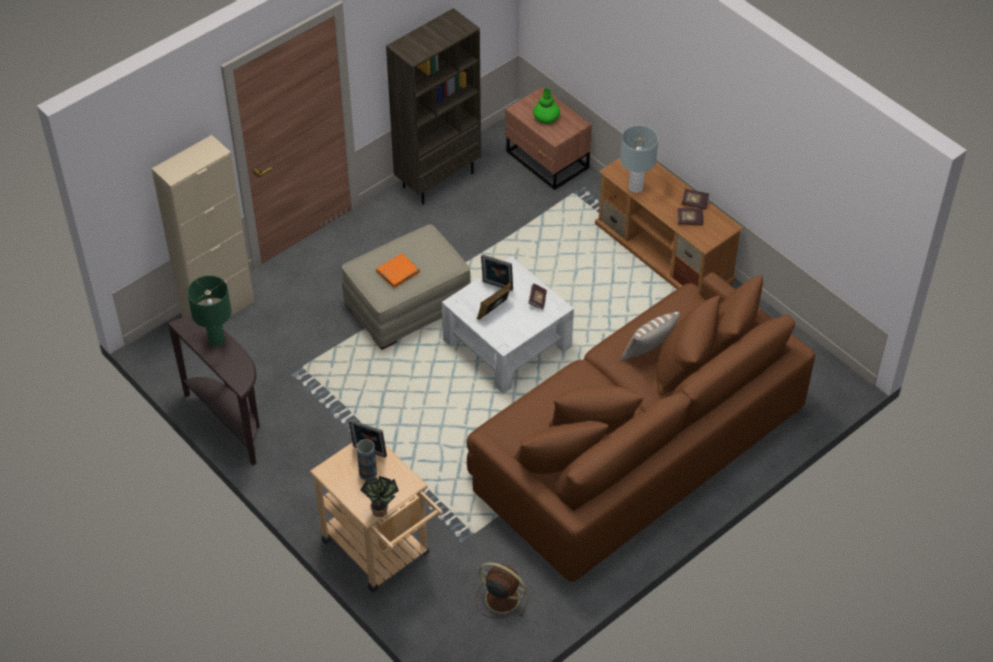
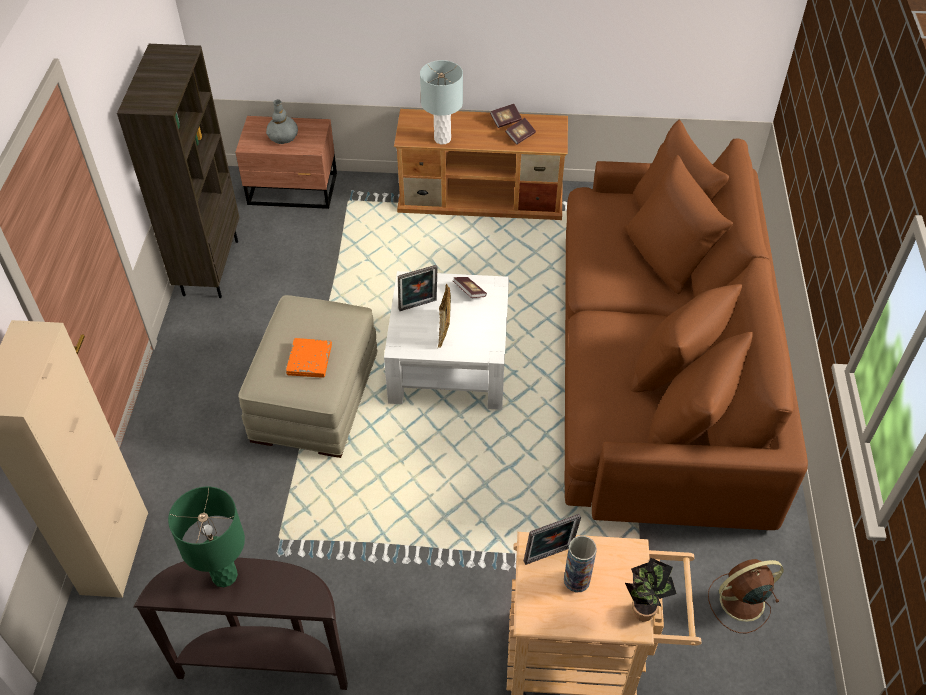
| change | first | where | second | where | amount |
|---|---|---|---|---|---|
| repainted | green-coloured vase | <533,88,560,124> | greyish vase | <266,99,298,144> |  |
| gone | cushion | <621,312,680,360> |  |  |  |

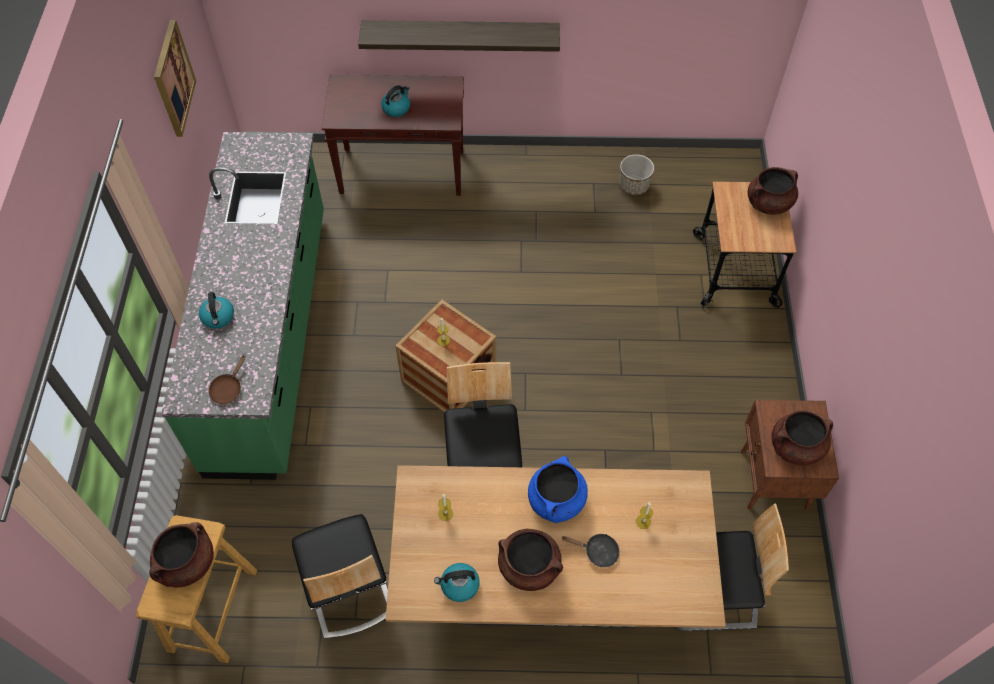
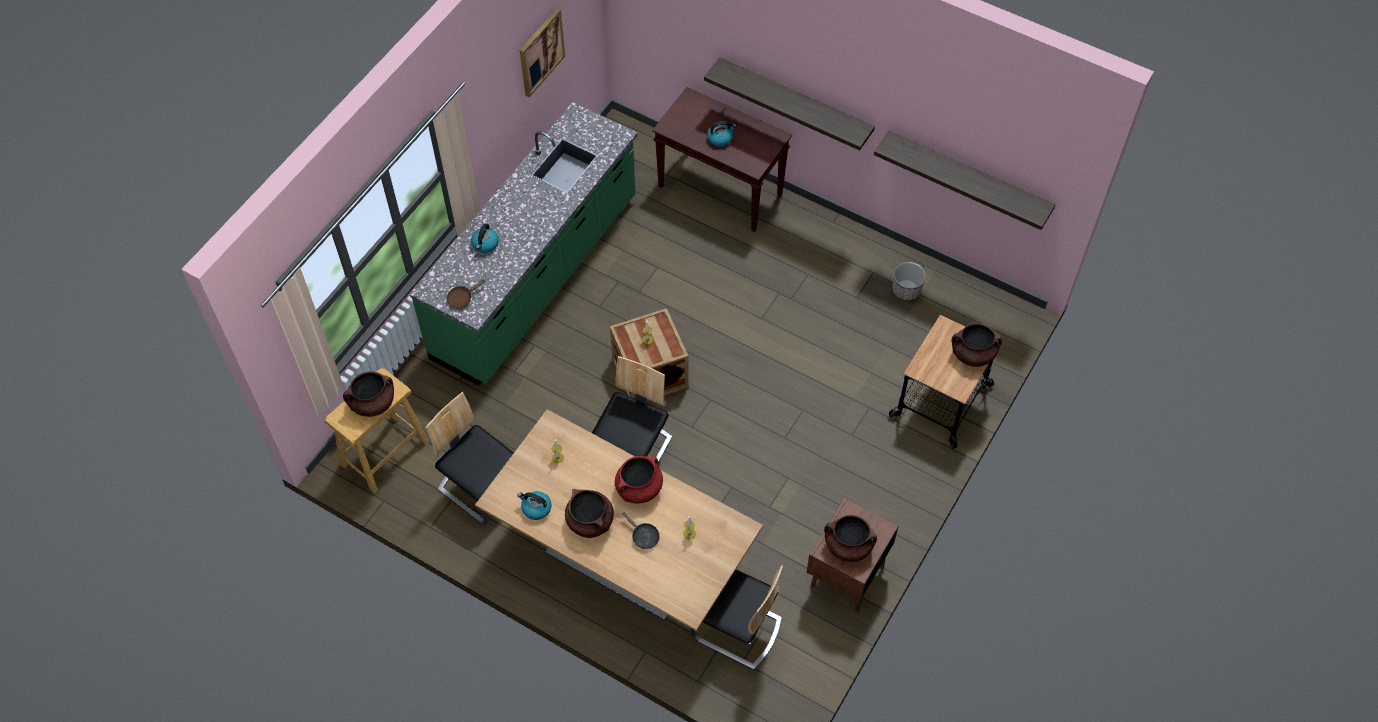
| change | first | where | second | where | amount |
|---|---|---|---|---|---|
| rotated | chair | <292,514,388,639> |  | <426,392,514,525> | 120 degrees clockwise |
| repainted | bluish stockpot | <528,456,588,523> | red-coloured stockpot | <615,456,663,504> |  |
| new |  |  | shelf | <874,131,1056,230> |  |

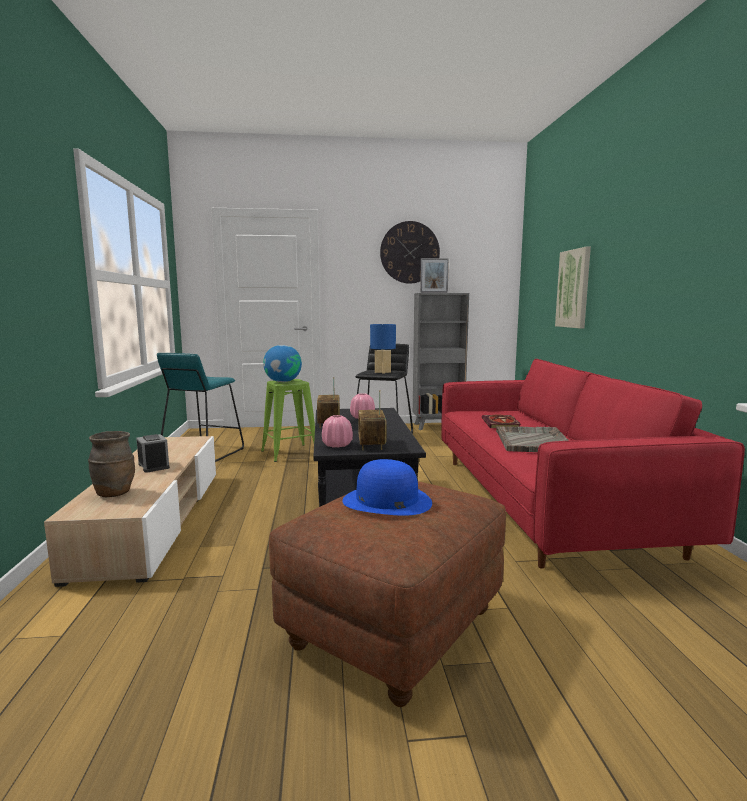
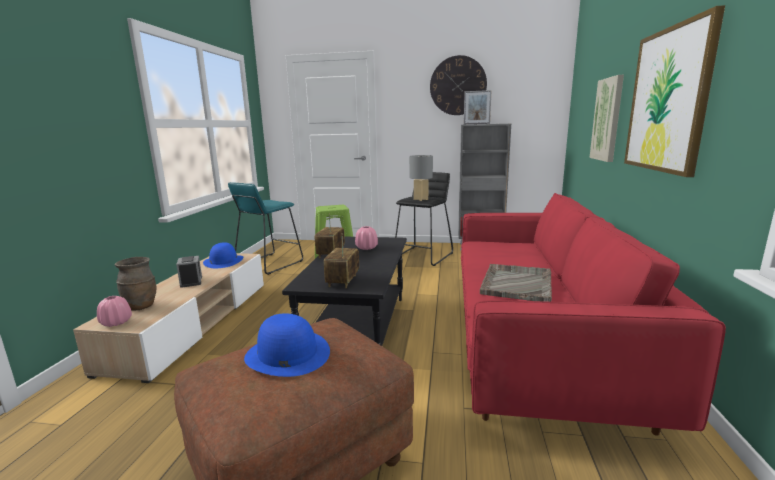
| change | first | where | second | where | amount |
|---|---|---|---|---|---|
| shifted | pinkish vase | <322,415,353,447> |  | <97,296,132,327> |  |
| new |  |  | bluish hat | <203,242,243,268> |  |
| repainted | bluish lamp for a table | <370,324,396,374> | greyish lamp for a table | <409,155,433,201> |  |
| new |  |  | picture | <624,5,725,177> |  |
| gone | world globe | <263,345,302,382> |  |  |  |
| gone | book | <482,414,521,428> |  |  |  |

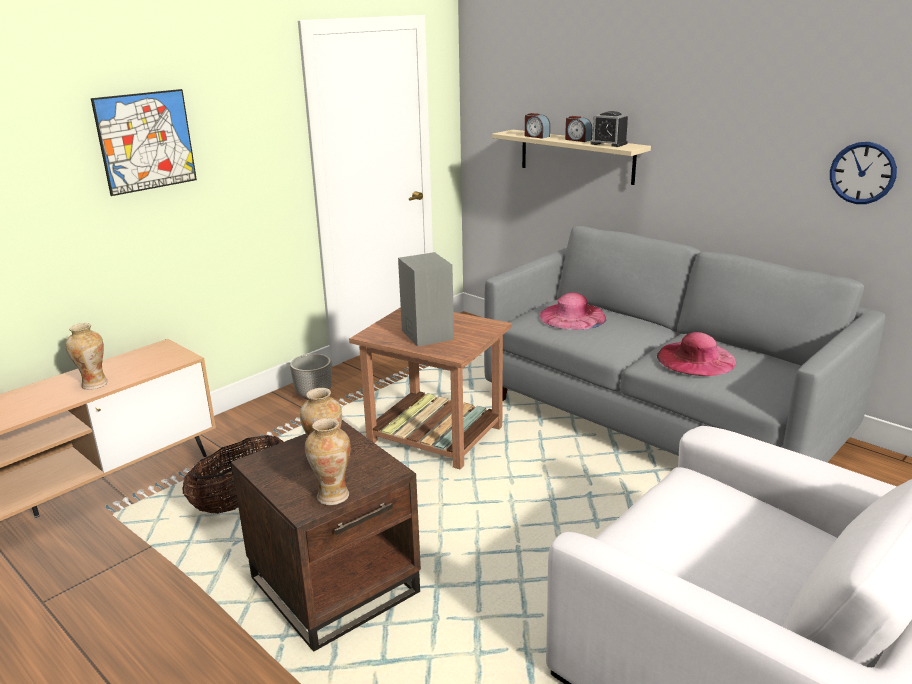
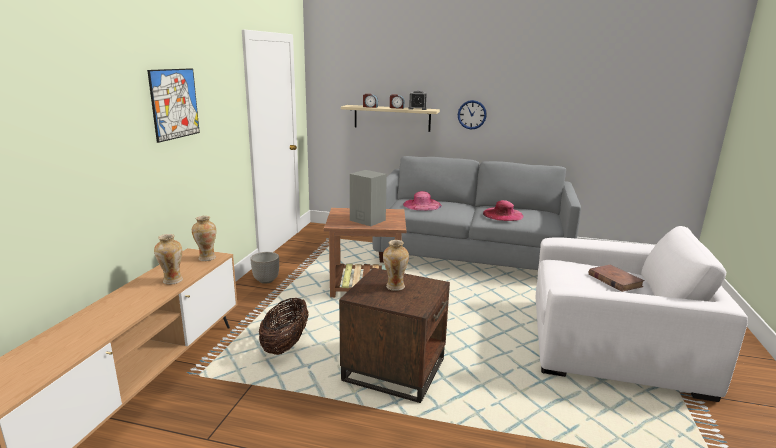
| change | first | where | second | where | amount |
|---|---|---|---|---|---|
| shifted | vase | <305,418,351,505> |  | <192,216,216,261> |  |
| shifted | clock on the wall | <830,142,897,204> |  | <458,100,487,130> |  |
| new |  |  | brown book | <589,265,644,292> |  |

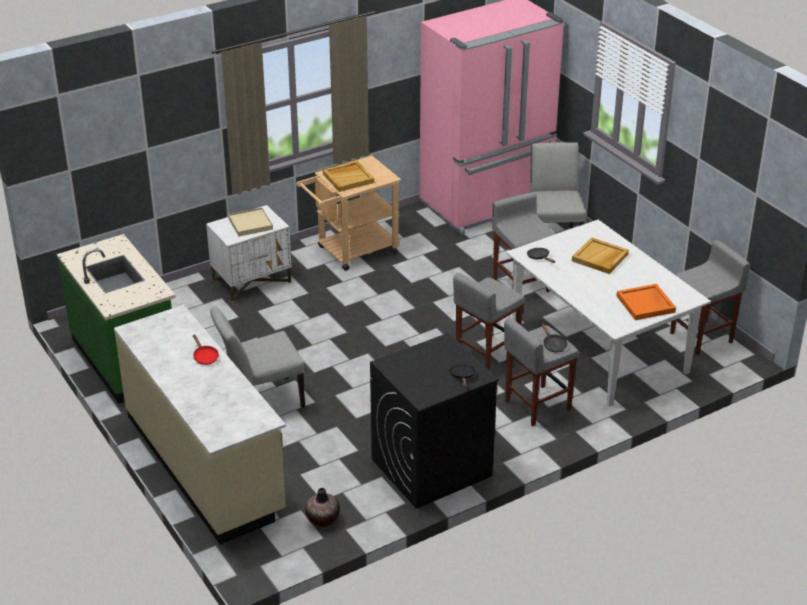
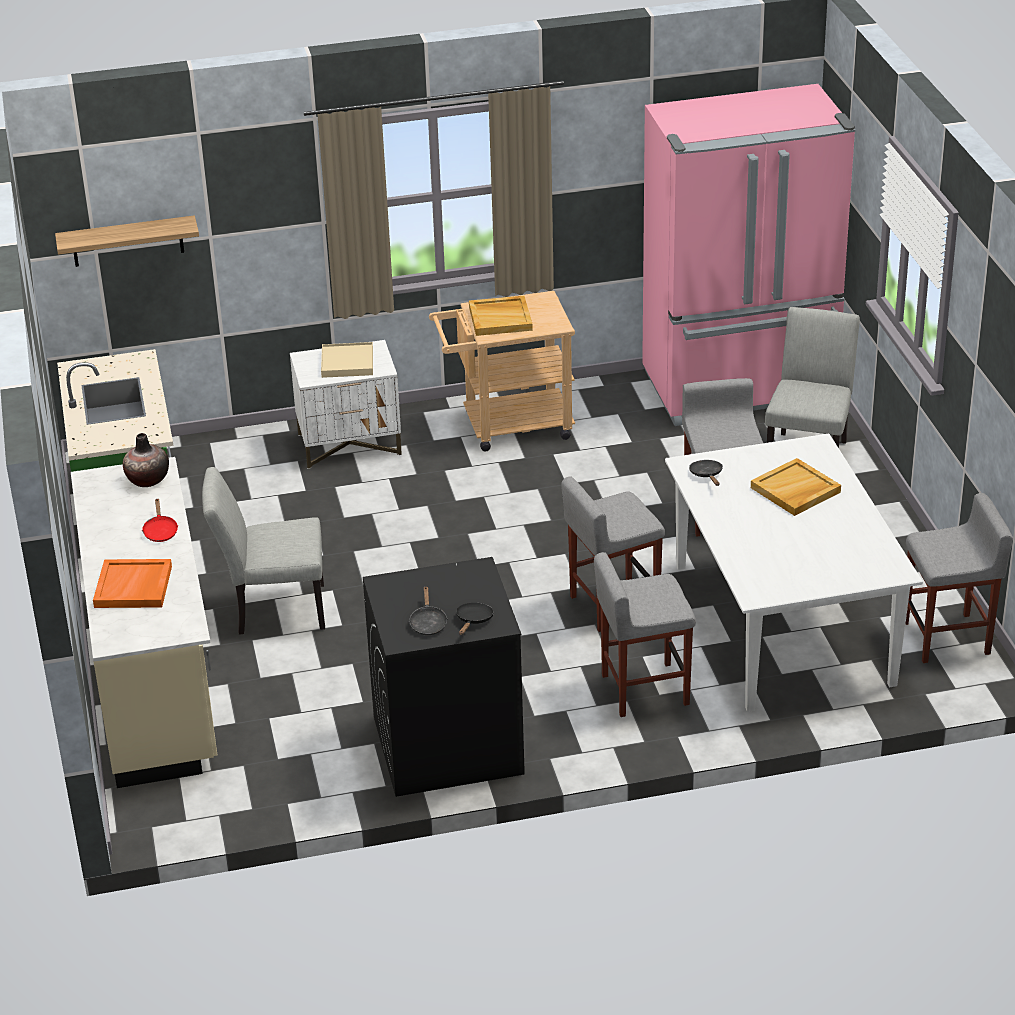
| change | first | where | second | where | amount |
|---|---|---|---|---|---|
| new |  |  | shelf | <55,215,199,267> |  |
| shifted | orangey tray | <616,284,676,320> |  | <93,559,172,608> |  |
| shifted | vase | <305,488,340,527> |  | <123,433,169,487> |  |
| shifted | black-coloured frying pan | <541,323,567,352> |  | <409,586,448,635> |  |

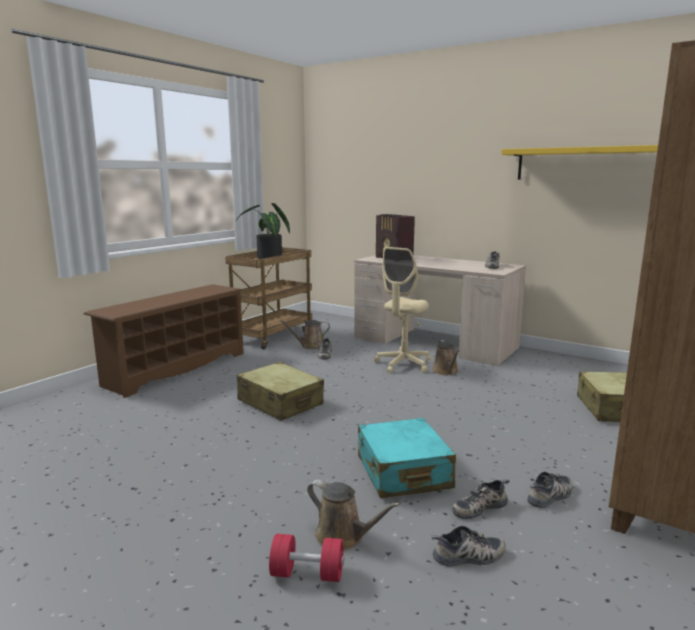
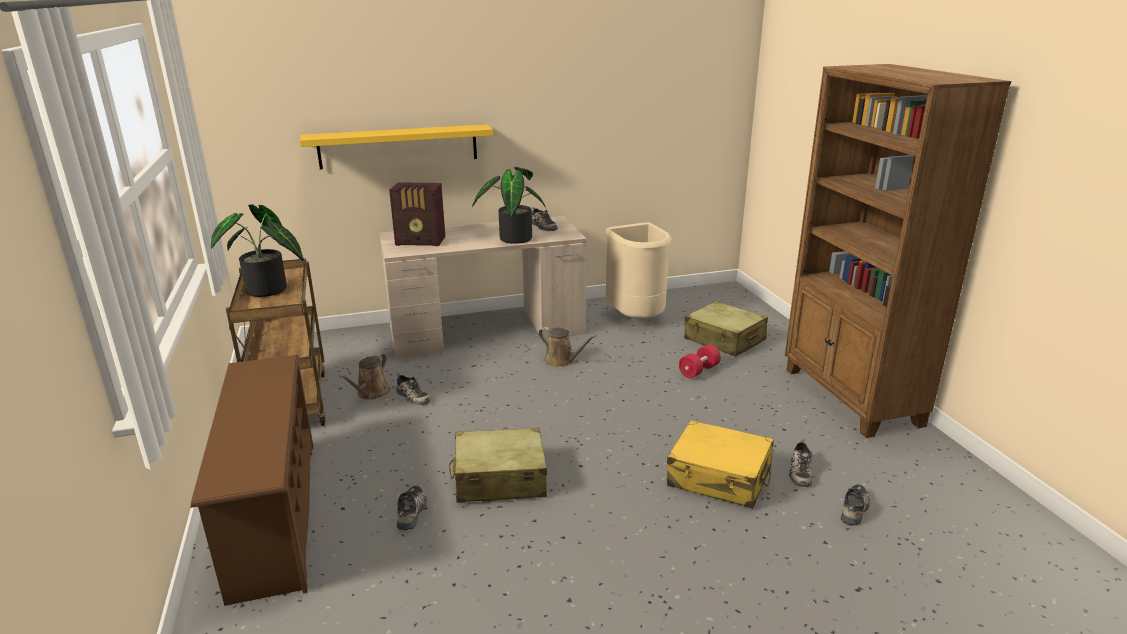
| change | first | where | second | where | amount |
|---|---|---|---|---|---|
| shifted | yellow shelf | <501,145,658,179> |  | <300,124,493,169> |  |
| shifted | low shoe | <527,472,572,508> |  | <397,485,427,530> |  |
| new |  |  | plant in a pot | <472,167,546,244> |  |
| new |  |  | beige waste bin | <605,222,672,318> |  |
| repainted | turquoise-coloured piece of luggage | <358,418,456,498> | yellow piece of luggage | <667,420,774,508> |  |
| shifted | red-coloured free weight | <269,534,344,582> |  | <679,344,721,378> |  |
| gone | brown watering pot | <307,480,401,550> |  |  |  |
| gone | beige desk chair | <374,247,430,374> |  |  |  |

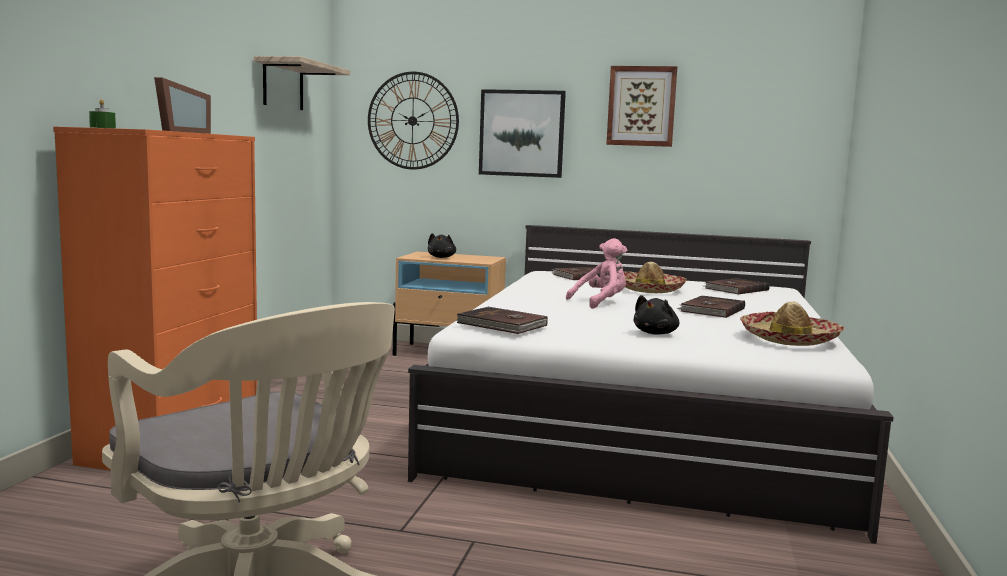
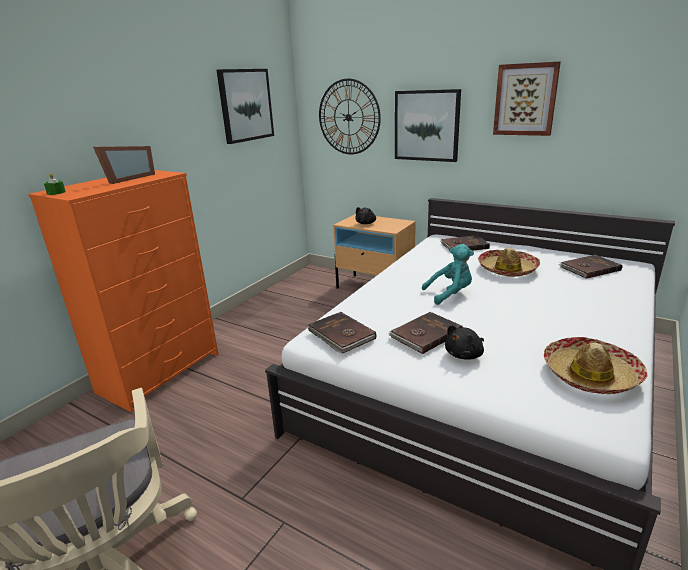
| change | first | where | second | where | amount |
|---|---|---|---|---|---|
| swapped | shelf | <254,56,350,110> | picture | <216,69,274,144> |  |
| shifted | brown book | <677,296,745,318> |  | <388,312,463,354> |  |
| repainted | pinkish plush toy | <566,238,627,309> | turquoise-coloured plush toy | <422,244,474,305> |  |

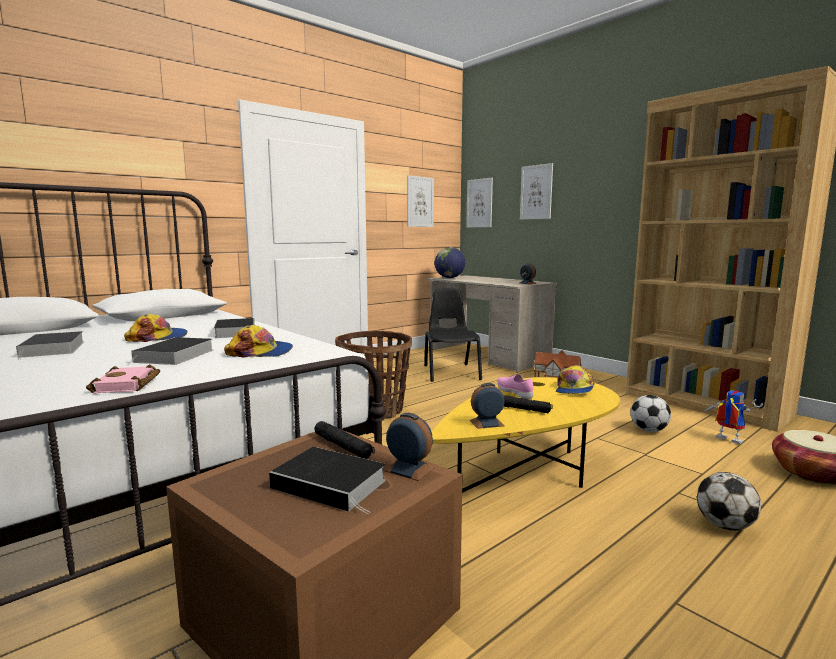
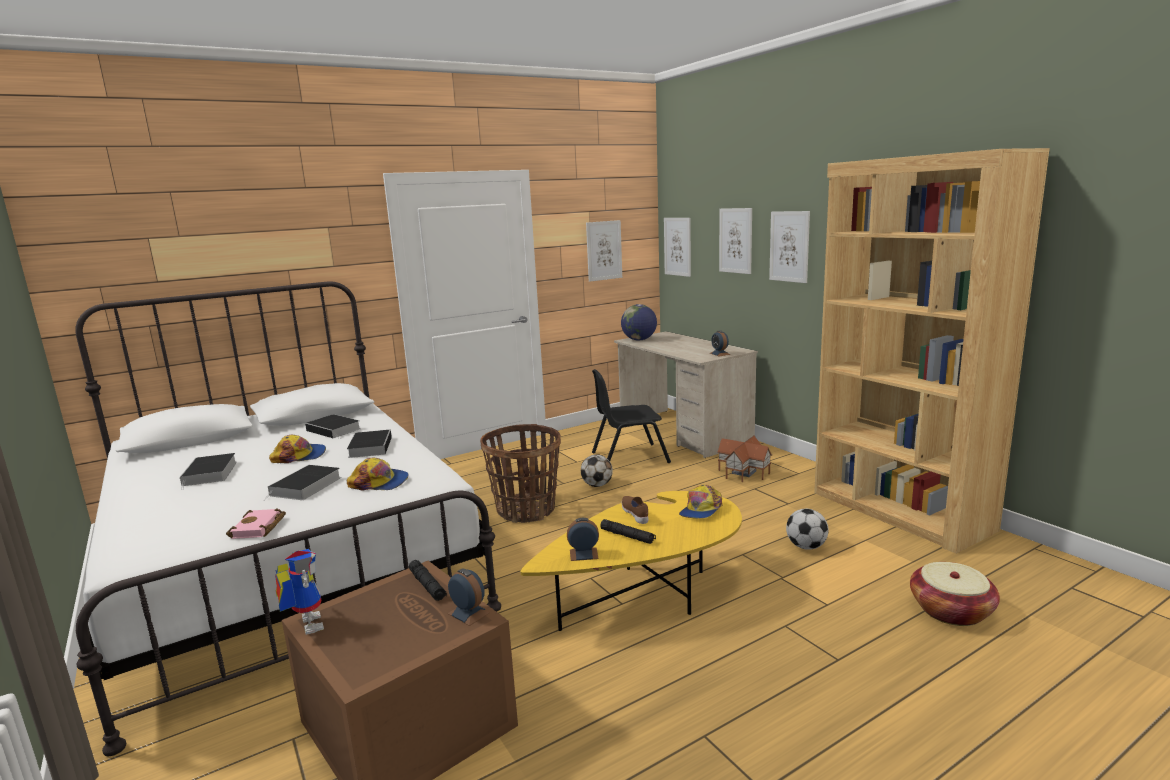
| change | first | where | second | where | amount |
|---|---|---|---|---|---|
| shifted | robot figure | <703,390,763,444> |  | <275,549,324,635> |  |
| shifted | book | <269,447,386,514> |  | <305,414,361,439> |  |
| shifted | football ball | <697,472,761,530> |  | <581,454,613,487> |  |
| rotated | black-coloured chair | <424,288,482,382> |  | <592,369,671,463> | 105 degrees counterclockwise |
| repainted | pinkish low shoe | <497,374,533,399> | brown low shoe | <622,496,648,524> |  |
| new |  |  | picture | <769,211,810,283> |  |

